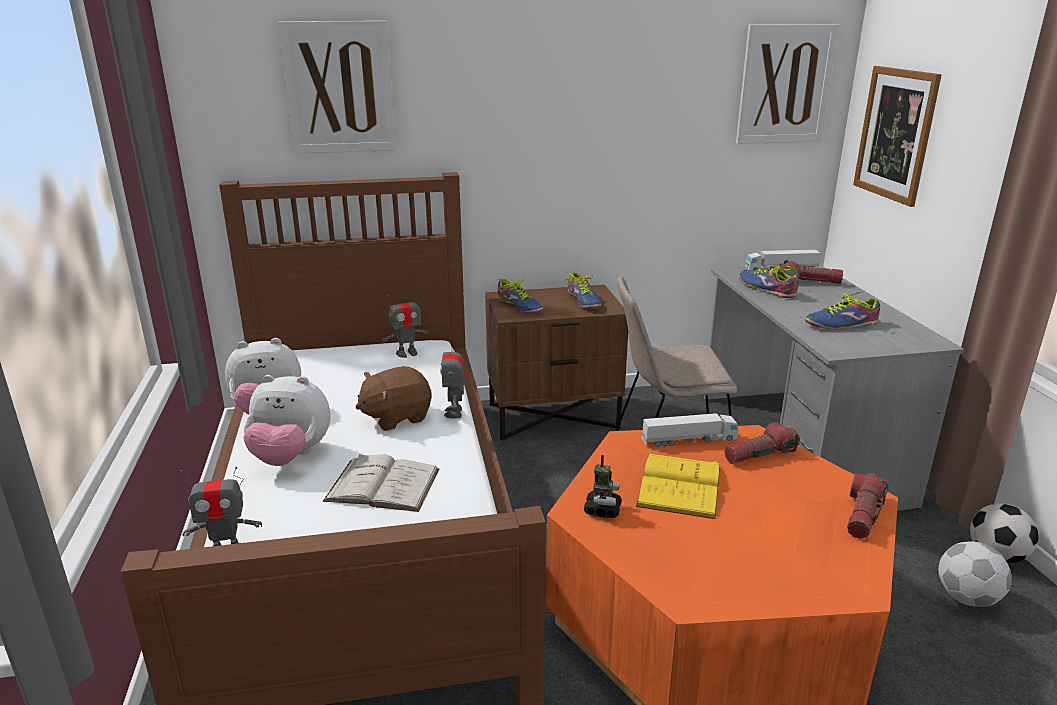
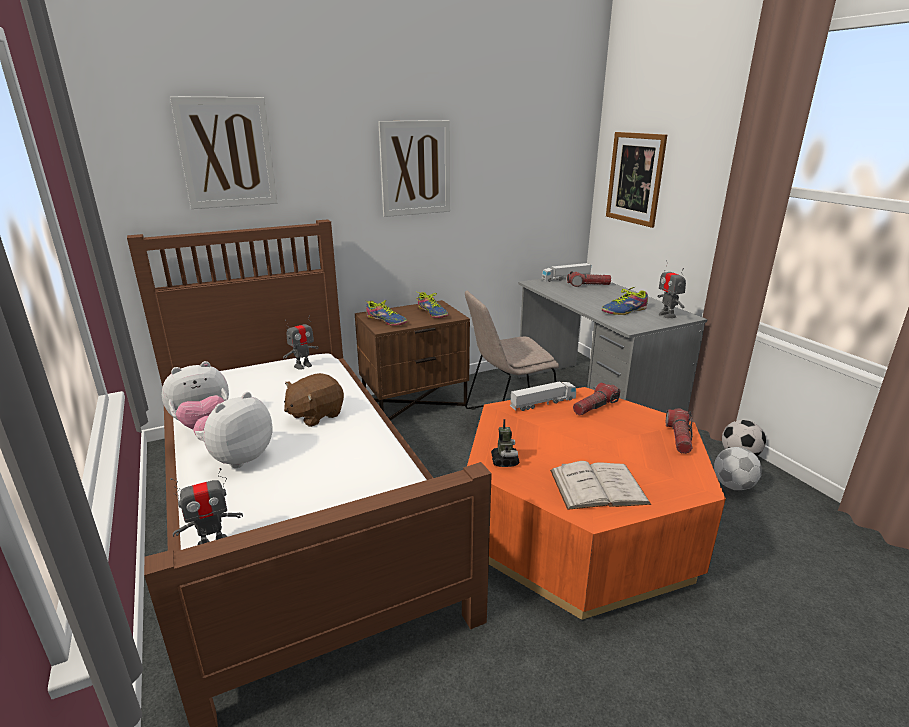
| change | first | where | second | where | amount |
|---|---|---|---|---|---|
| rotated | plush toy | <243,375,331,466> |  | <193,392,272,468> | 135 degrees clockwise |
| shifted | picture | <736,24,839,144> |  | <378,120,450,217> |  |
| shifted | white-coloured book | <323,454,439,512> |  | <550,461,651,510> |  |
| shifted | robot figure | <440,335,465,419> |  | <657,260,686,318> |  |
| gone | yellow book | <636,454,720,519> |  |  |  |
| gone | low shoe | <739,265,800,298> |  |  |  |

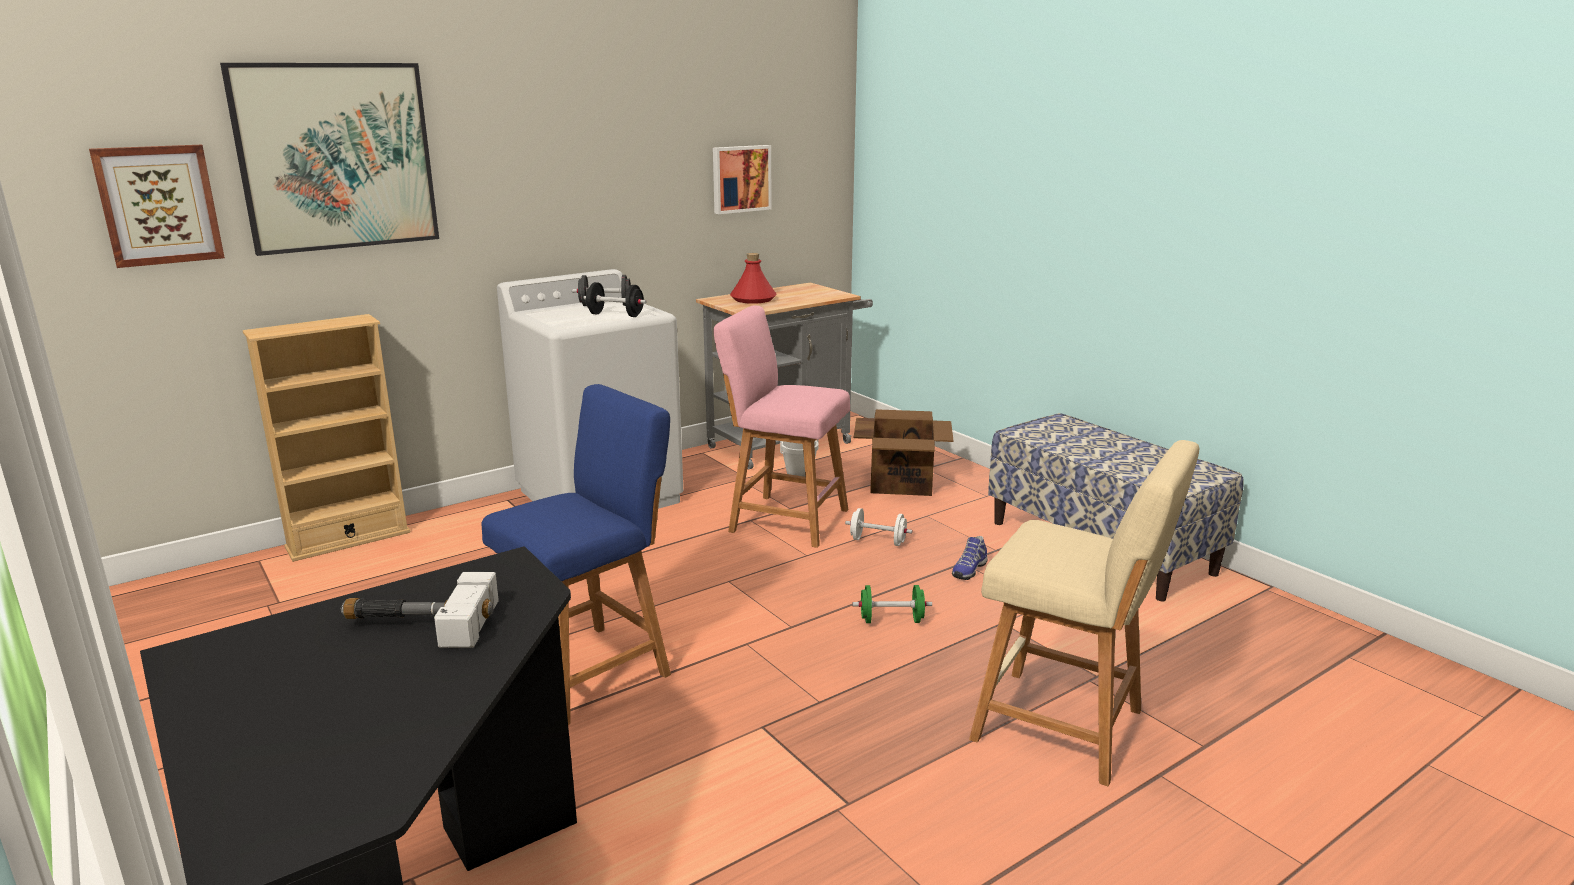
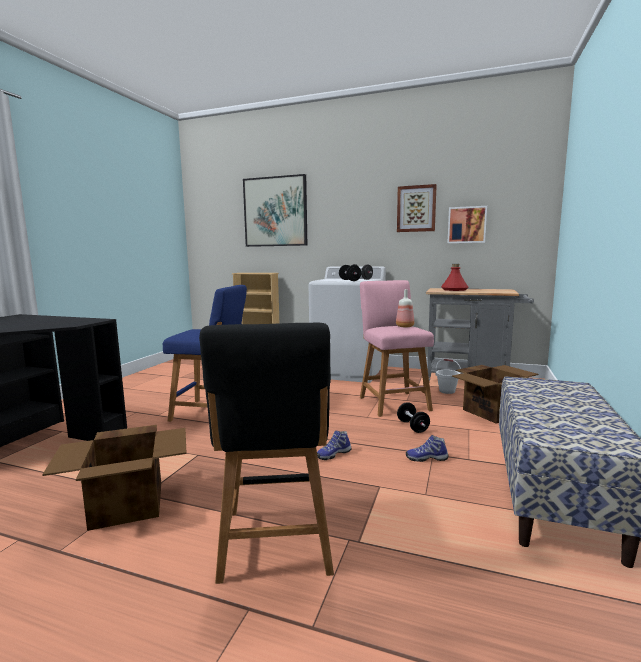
| change | first | where | second | where | amount |
|---|---|---|---|---|---|
| new |  |  | cardboard box | <42,425,187,531> |  |
| repainted | beige sitting stool | <969,440,1200,786> | black-coloured sitting stool | <199,323,334,584> |  |
| swapped | green-coloured free weight | <853,585,932,623> | low shoe | <317,431,352,460> |  |
| new |  |  | drink bottle | <396,289,414,327> |  |
| shifted | picture | <89,145,225,268> |  | <397,184,437,232> |  |
| repainted | white-coloured free weight | <845,508,912,546> | black-coloured free weight | <397,402,430,433> |  |
| gone | tool hammer | <341,572,499,648> |  |  |  |

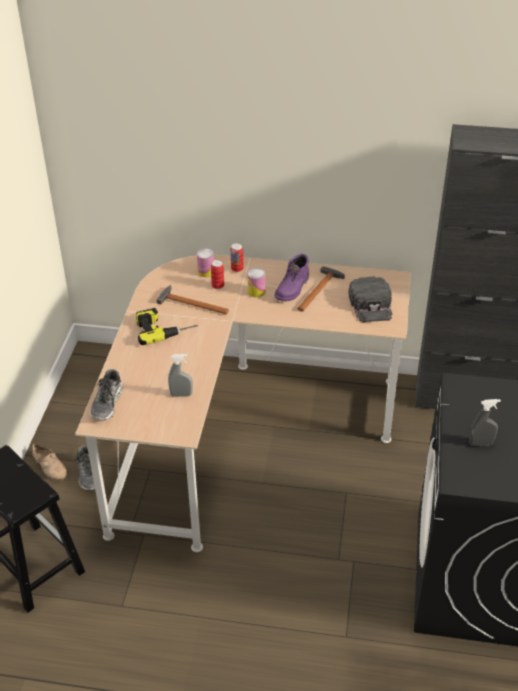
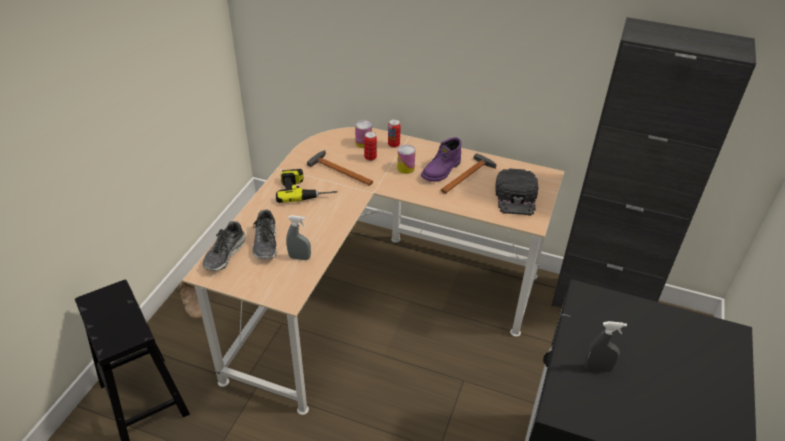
| change | first | where | second | where | amount |
|---|---|---|---|---|---|
| shifted | low shoe | <75,445,95,490> |  | <253,209,277,259> |  |

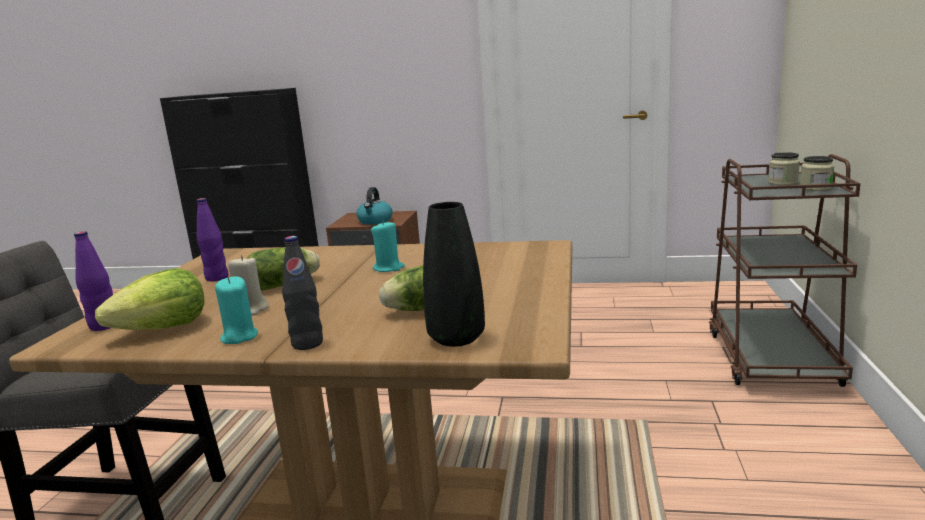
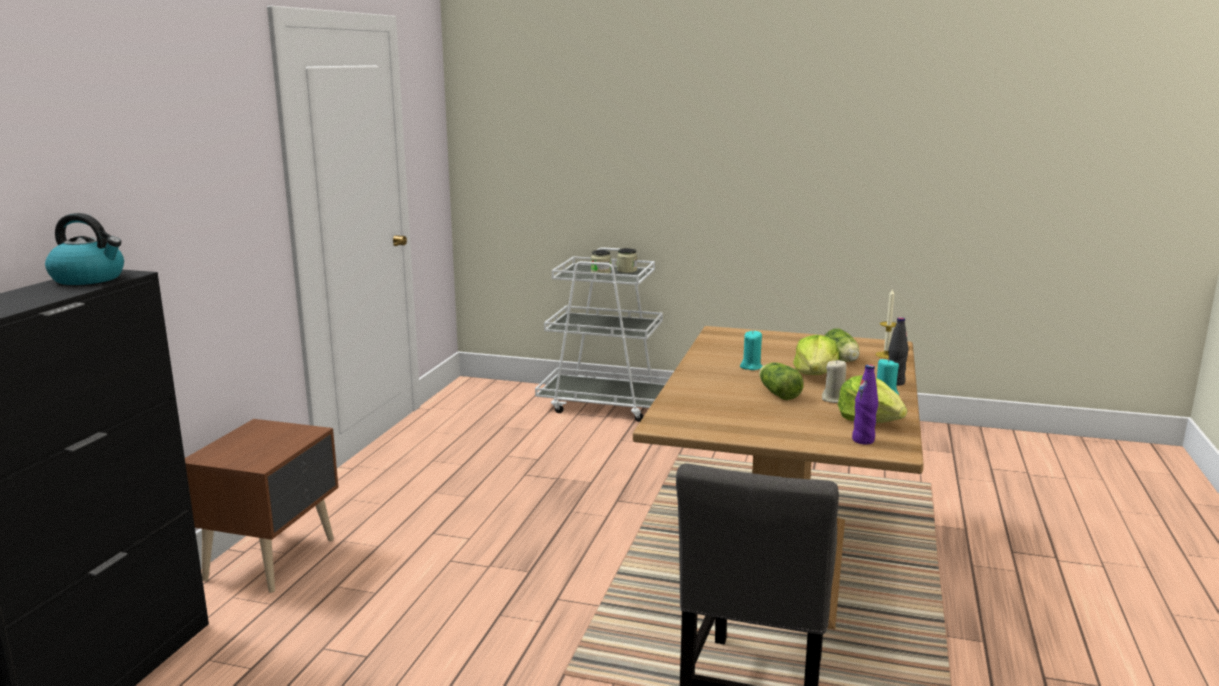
| change | first | where | second | where | amount |
|---|---|---|---|---|---|
| shifted | water kettle | <357,187,393,225> |  | <45,213,124,285> |  |
| repainted | brown cart | <709,154,861,387> | white-coloured cart | <535,247,669,422> |  |
| new |  |  | head of lettuce | <793,335,839,375> |  |
| swapped | black-coloured vase | <423,202,485,347> | candle | <875,288,896,359> |  |
| gone | purplish drink bottle | <197,198,229,282> |  |  |  |

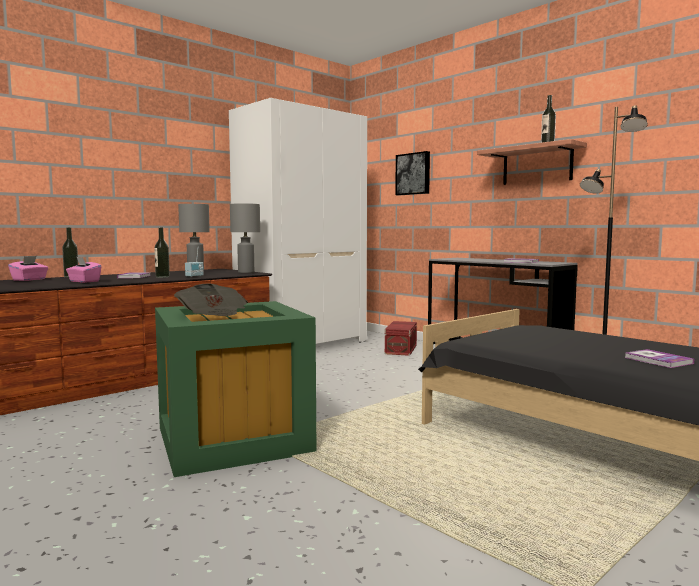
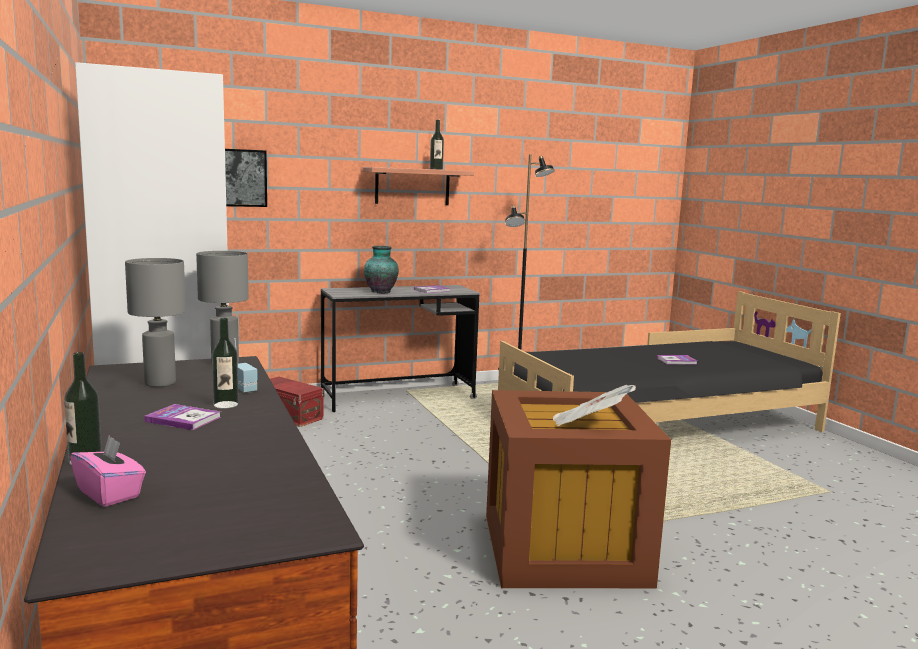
| change | first | where | second | where | amount |
|---|---|---|---|---|---|
| new |  |  | vase | <364,246,399,293> |  |
| repainted | green-coloured storage container | <155,301,316,477> | brown storage container | <486,390,671,588> |  |
| gone | pinkish box of tissues | <66,257,102,283> |  |  |  |

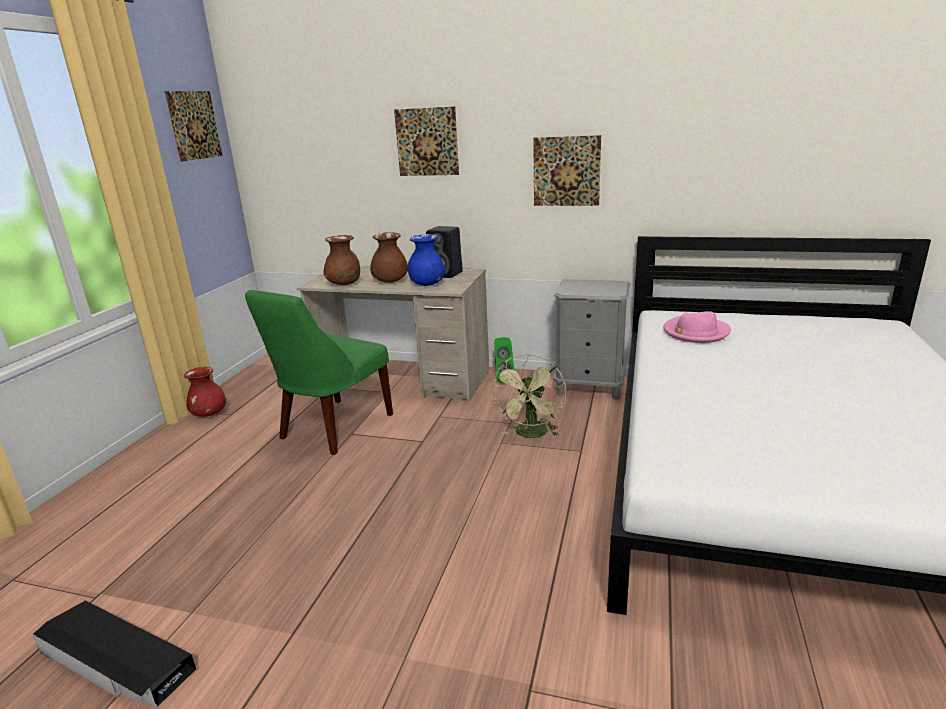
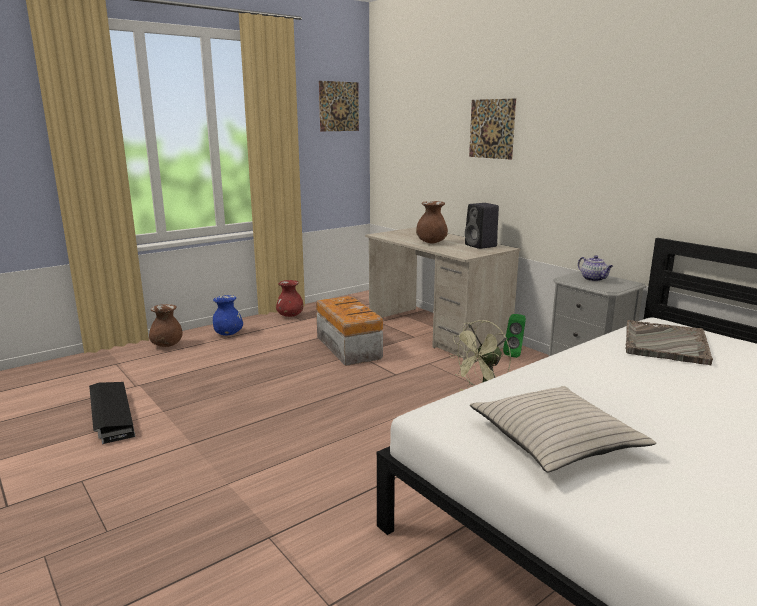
| change | first | where | second | where | amount |
|---|---|---|---|---|---|
| shifted | brown vase | <324,235,360,285> |  | <149,304,182,347> |  |
| shifted | bluish vase | <408,234,446,286> |  | <213,295,243,336> |  |
| swapped | green-coloured chair | <245,290,393,455> | storage container | <316,296,383,366> |  |
| new |  |  | beige cushion | <470,386,656,472> |  |
| new |  |  | tea pot | <578,255,613,281> |  |
| swapped | pinkish hat | <663,311,731,343> | greyish tray | <625,320,713,365> |  |
| gone | picture | <533,135,601,206> |  |  |  |

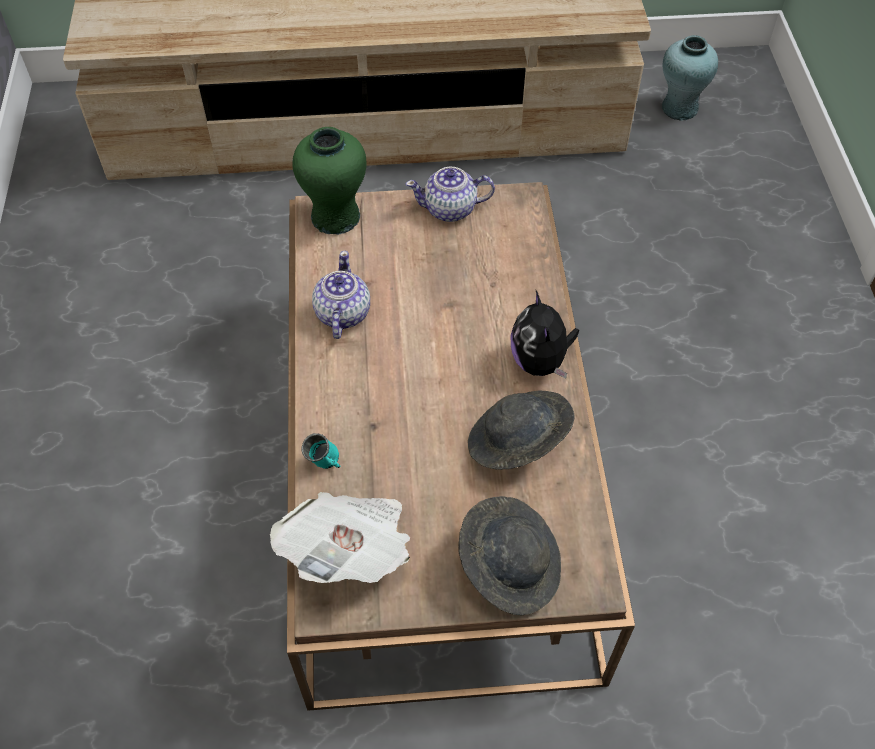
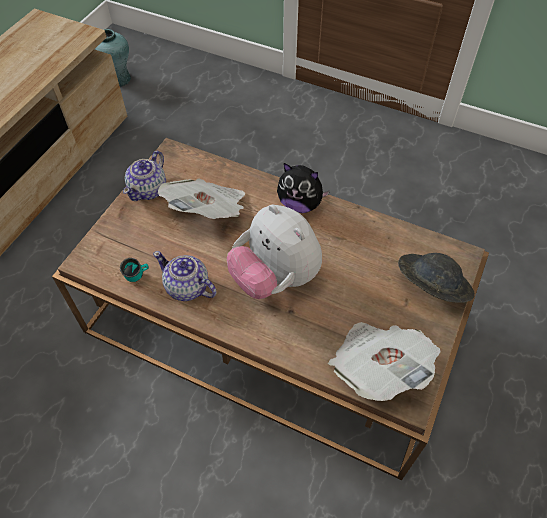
| change | first | where | second | where | amount |
|---|---|---|---|---|---|
| shifted | turquoise-coloured mug | <301,433,340,469> |  | <120,258,149,282> |  |
| new |  |  | newspaper | <158,178,245,219> |  |
| new |  |  | plush toy | <227,204,322,299> |  |
| gone | green-coloured vase | <292,127,366,235> |  |  |  |
| gone | greyish hat | <468,391,575,470> |  |  |  |

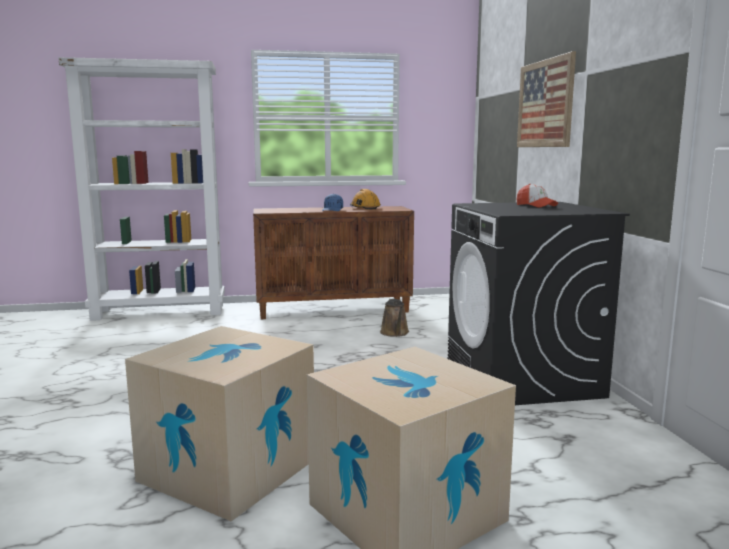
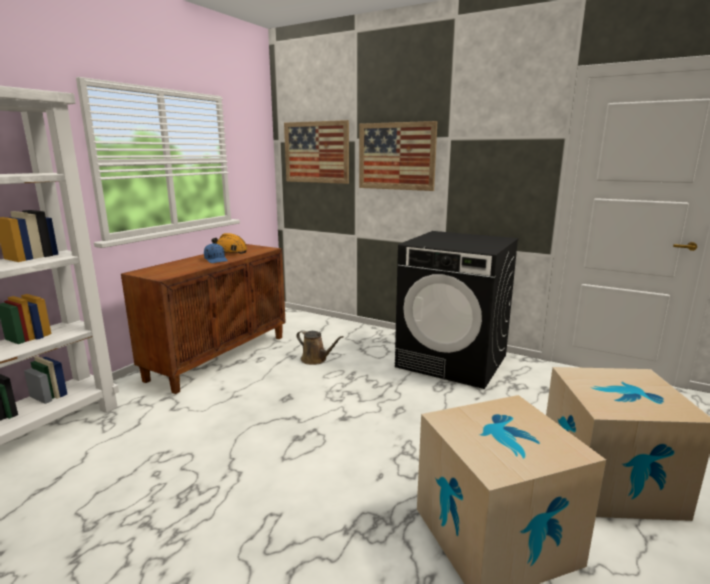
| change | first | where | second | where | amount |
|---|---|---|---|---|---|
| new |  |  | picture | <284,120,349,184> |  |
| gone | cap | <516,184,558,208> |  |  |  |

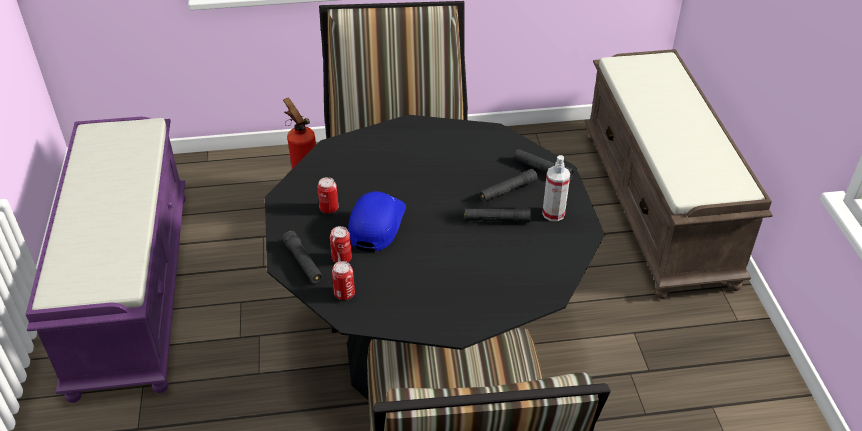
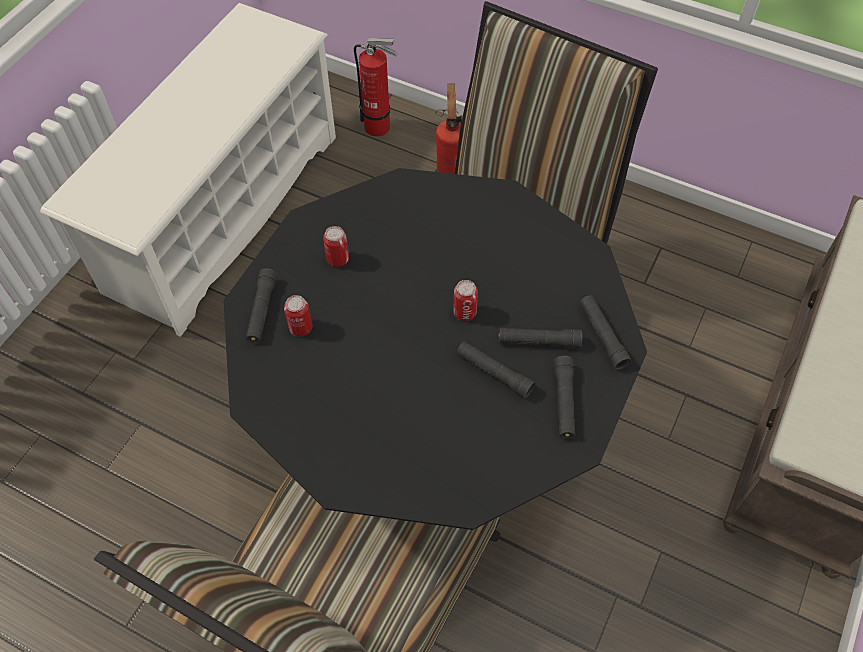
| change | first | where | second | where | amount |
|---|---|---|---|---|---|
| swapped | purplish long seat | <25,117,186,403> | white-coloured shoe stand | <40,3,336,337> |  |
| new |  |  | extinguisher | <354,38,398,137> |  |
| shifted | sealed can | <332,261,355,300> |  | <453,280,478,321> |  |
| swapped | spray bottle | <542,155,571,221> | black-coloured flashlight | <554,356,575,439> |  |
| gone | bluish cap | <349,191,406,252> |  |  |  |

